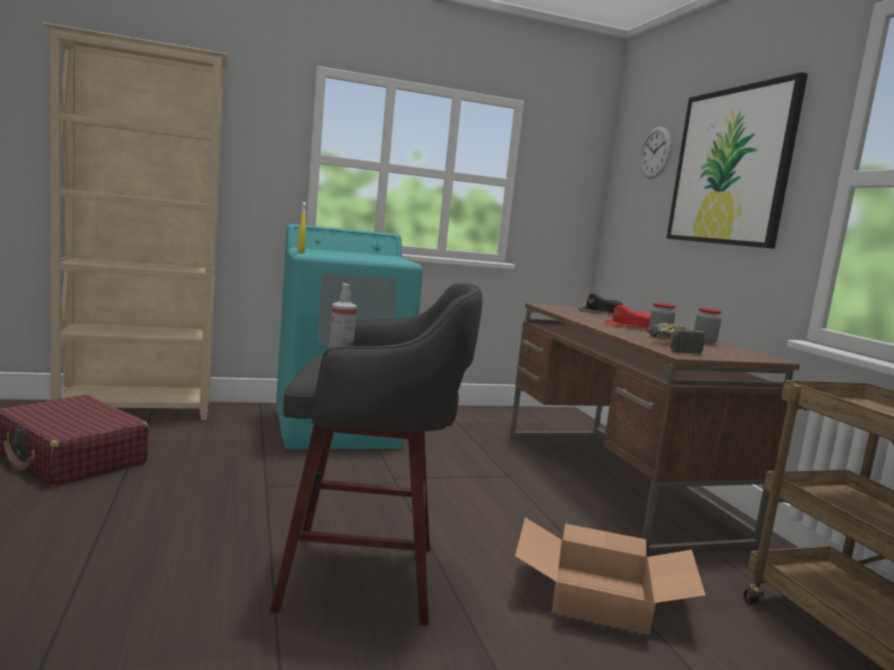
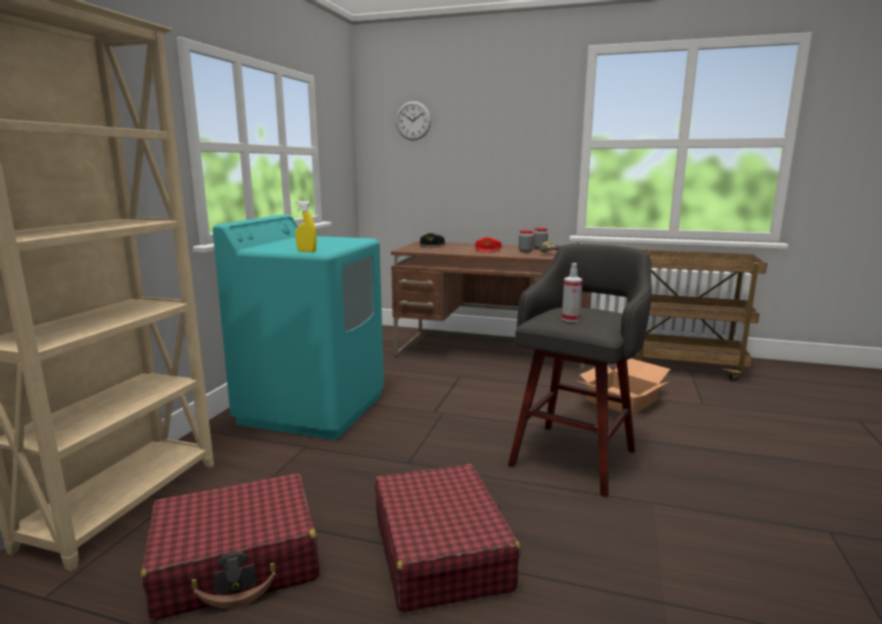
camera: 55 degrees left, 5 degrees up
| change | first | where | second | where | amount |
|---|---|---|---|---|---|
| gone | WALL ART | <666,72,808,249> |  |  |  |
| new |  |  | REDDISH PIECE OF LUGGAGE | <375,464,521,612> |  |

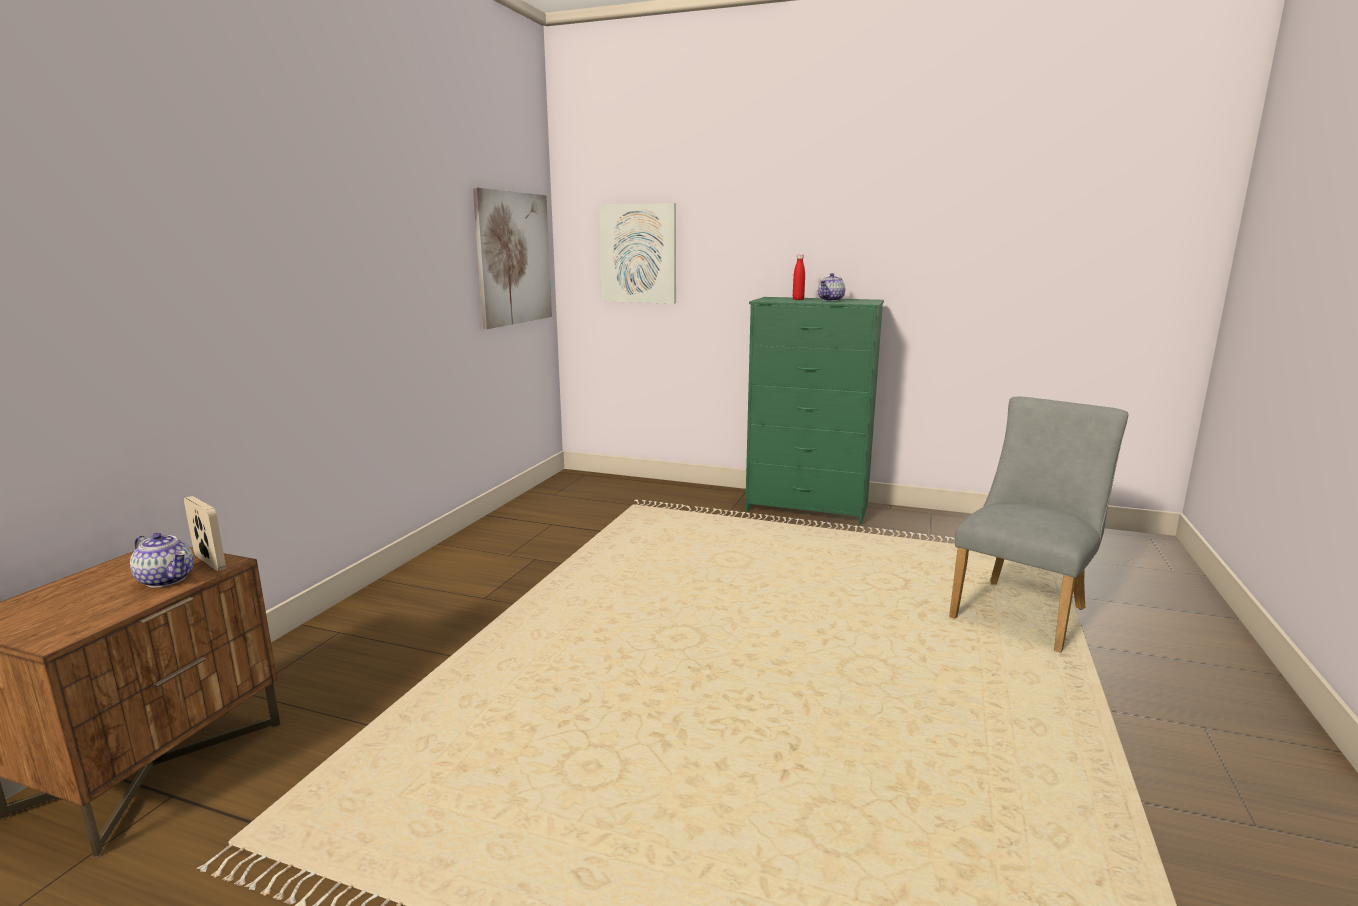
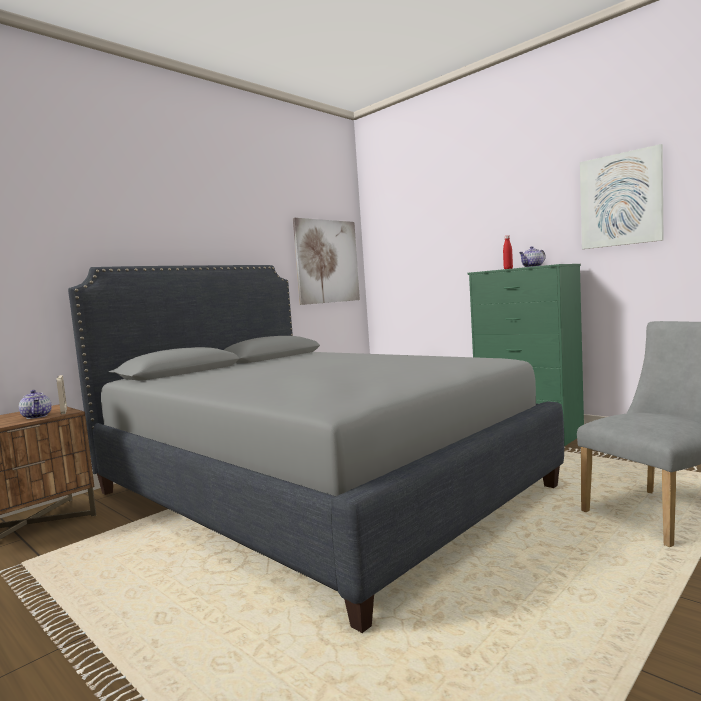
camera: 25 degrees right, 10 degrees down
| change | first | where | second | where | amount |
|---|---|---|---|---|---|
| shifted | WALL ART | <599,203,676,304> |  | <580,144,664,249> |  |
| new |  |  | GREYISH SLEEPING BED | <68,265,564,633> |  |

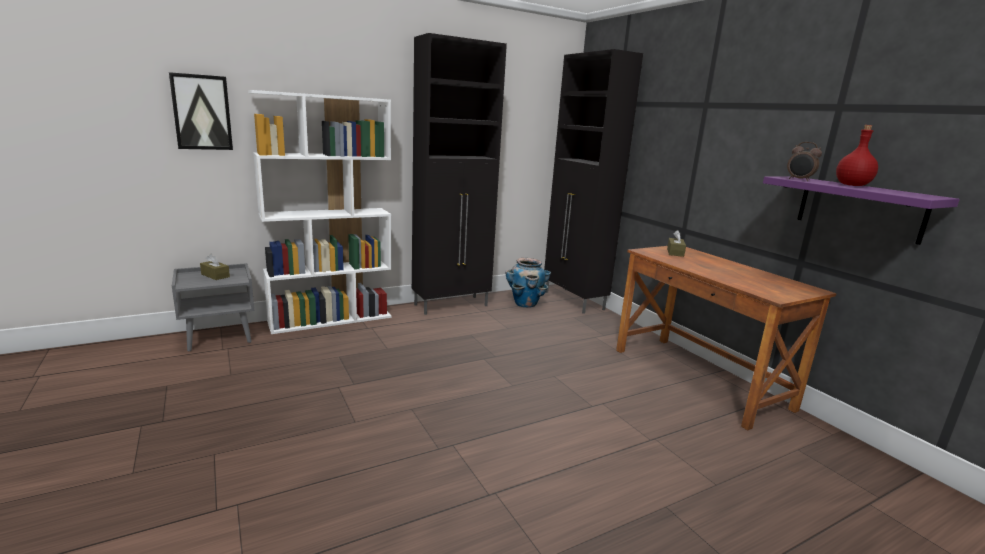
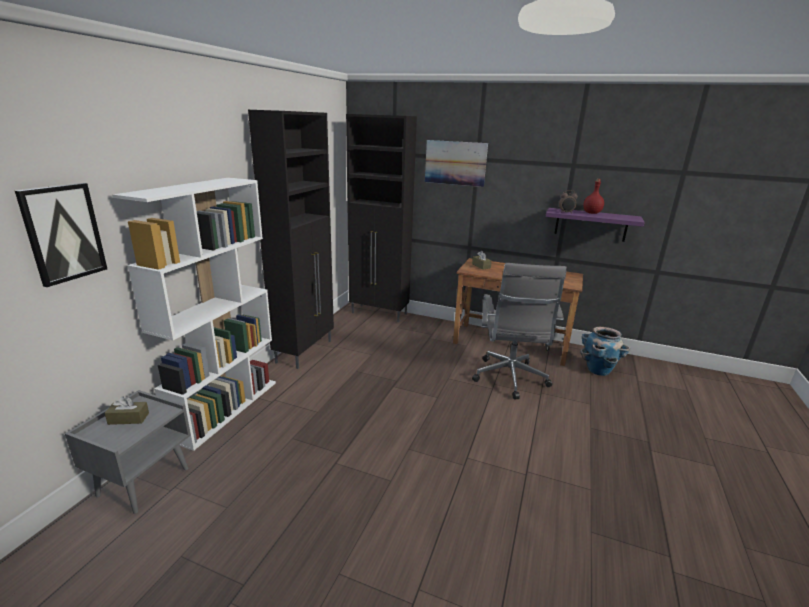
camera: 40 degrees left, 5 degrees up
| change | first | where | second | where | amount |
|---|---|---|---|---|---|
| shifted | PLANT POT | <505,258,551,308> |  | <580,327,630,376> |  |
| new |  |  | WALL ART | <425,140,488,187> |  |
| new |  |  | GREYISH COMPUTER CHAIR | <472,263,567,399> |  |

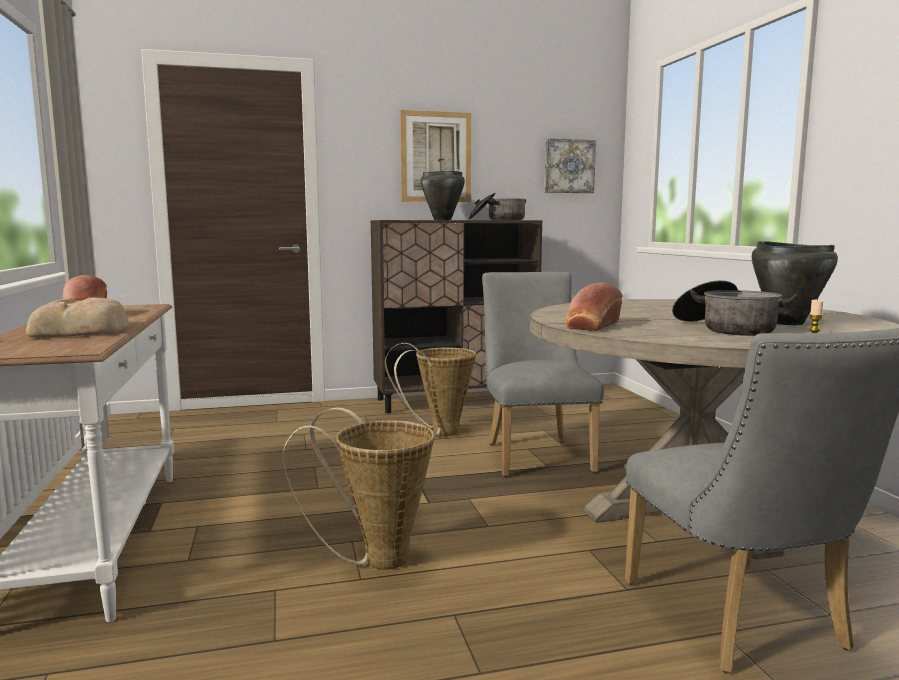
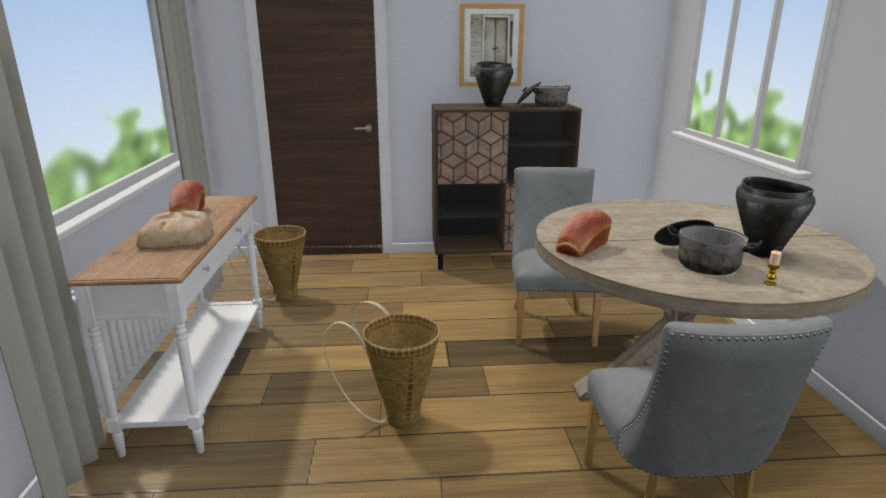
camera: 10 degrees right, 10 degrees up
| change | first | where | second | where | amount |
|---|---|---|---|---|---|
| shifted | BASKET | <385,343,476,436> |  | <228,222,306,301> |  |
| gone | WALL ART | <544,138,596,193> |  |  |  |

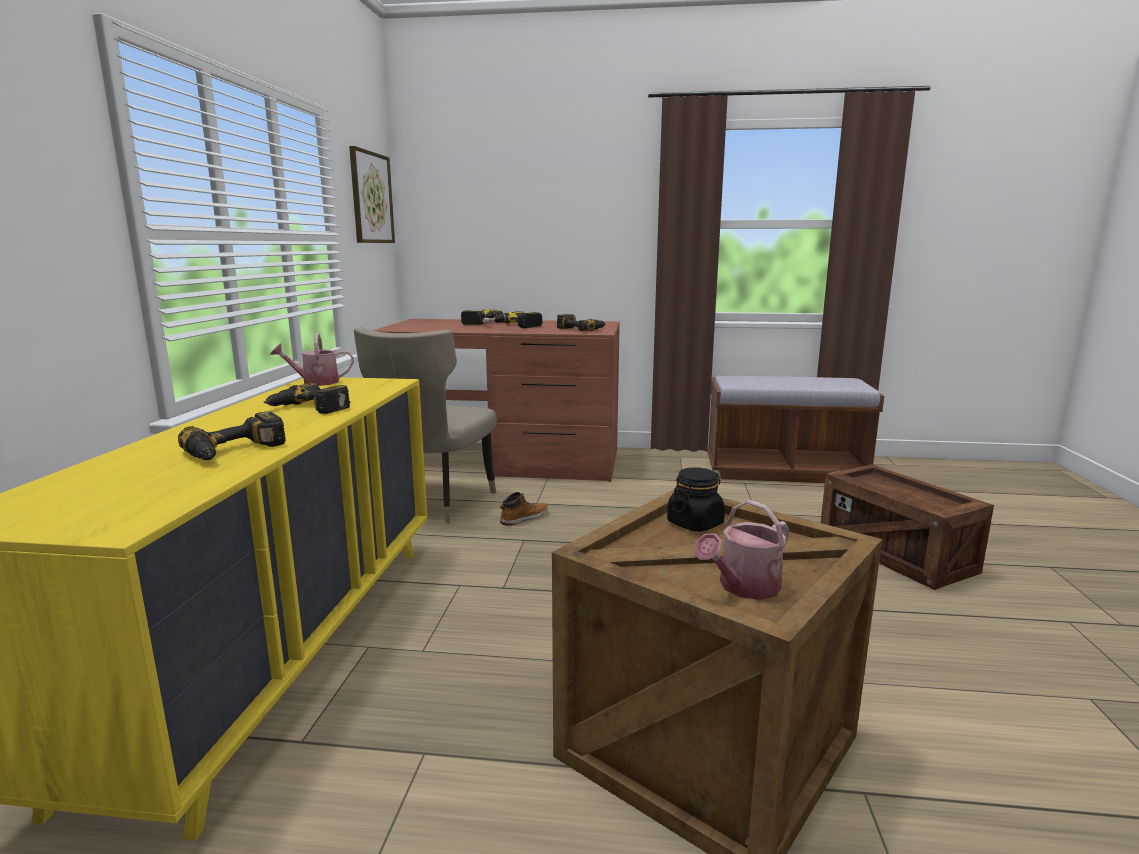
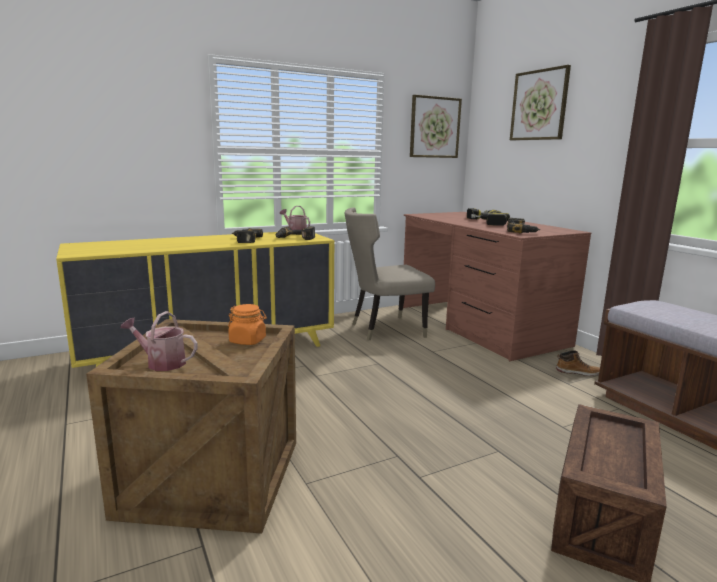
camera: 55 degrees right, 0 degrees up
| change | first | where | second | where | amount |
|---|---|---|---|---|---|
| shifted | DRILL | <178,411,286,460> |  | <276,226,315,240> |  |
| shifted | TALL BOOT | <500,492,548,526> |  | <556,350,600,376> |  |
| repainted | BLACKISH STORAGE JAR | <667,467,725,532> | ORANGE-COLOURED STORAGE JAR | <228,304,267,345> |  |
| new |  |  | WALL ART | <510,65,571,140> |  |

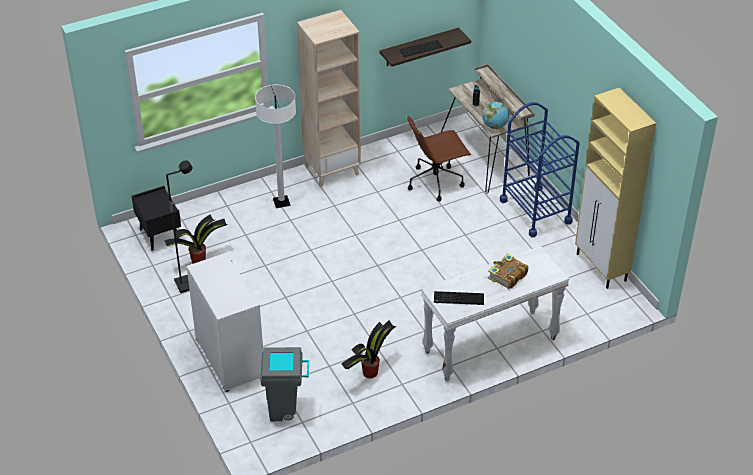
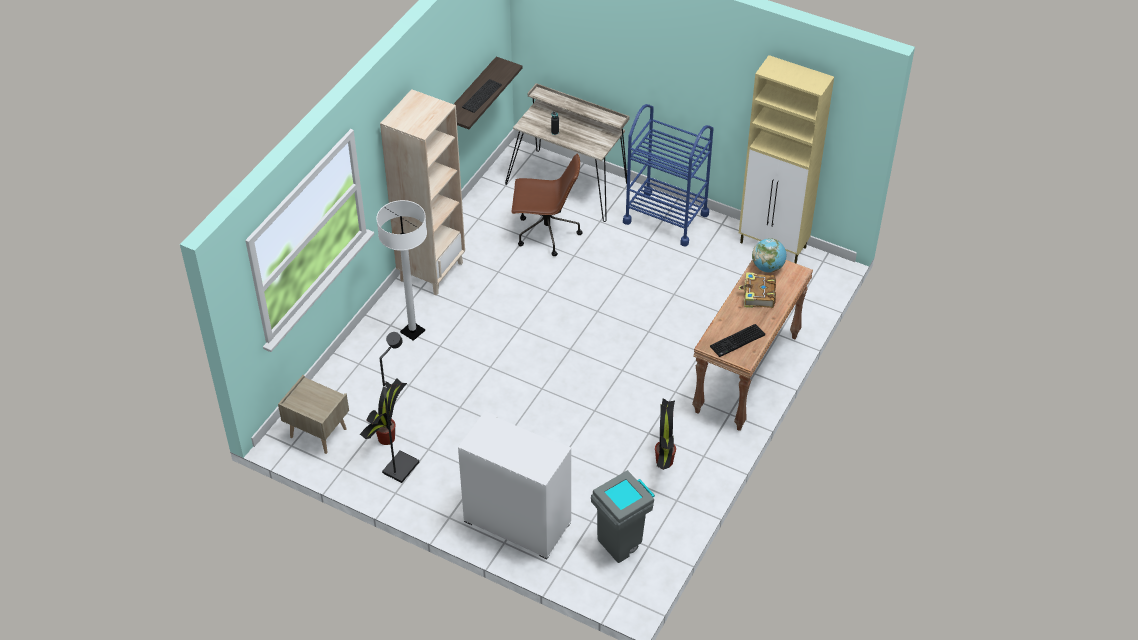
camera: 35 degrees left, 5 degrees up
| change | first | where | second | where | amount |
|---|---|---|---|---|---|
| repainted | BLACKISH NIGHT TABLE | <132,186,181,251> | BEIGE-COLOURED NIGHT TABLE | <278,375,349,454> |  |
| rotated | BROWN-COLOURED COMPUTER CHAIR | <407,116,471,202> |  | <512,153,583,256> | 120 degrees counterclockwise |
| repainted | WHITISH HALL TABLE | <421,246,569,381> | BROWN-COLOURED HALL TABLE | <692,259,813,431> |  |
| shifted | WORLD GLOBE | <482,102,509,129> |  | <752,238,786,272> |  |

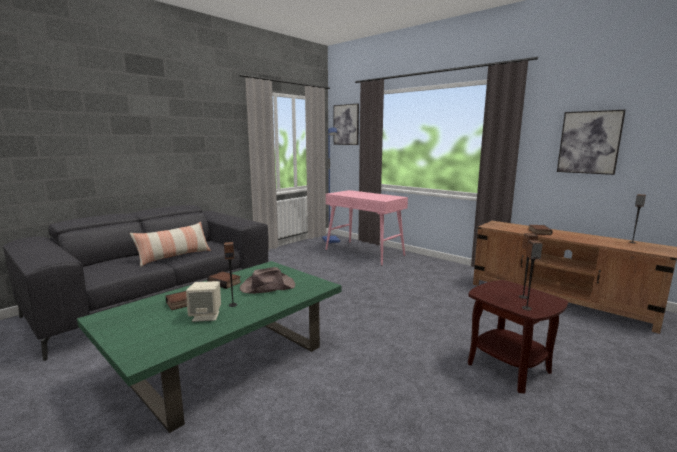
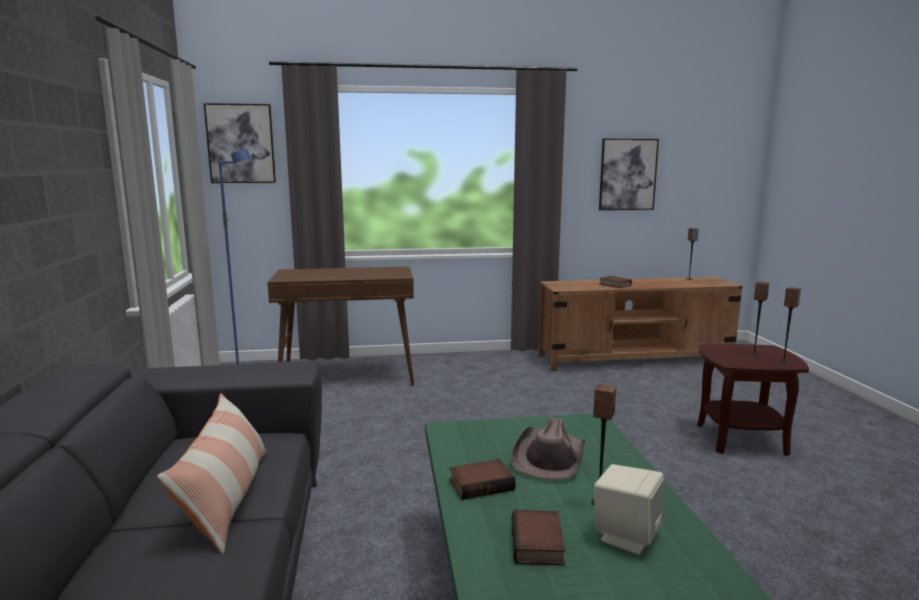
camera: 50 degrees left, 0 degrees up
| change | first | where | second | where | amount |
|---|---|---|---|---|---|
| repainted | PINK HALL TABLE | <325,190,408,265> | BROWN-COLOURED HALL TABLE | <267,266,414,386> |  |

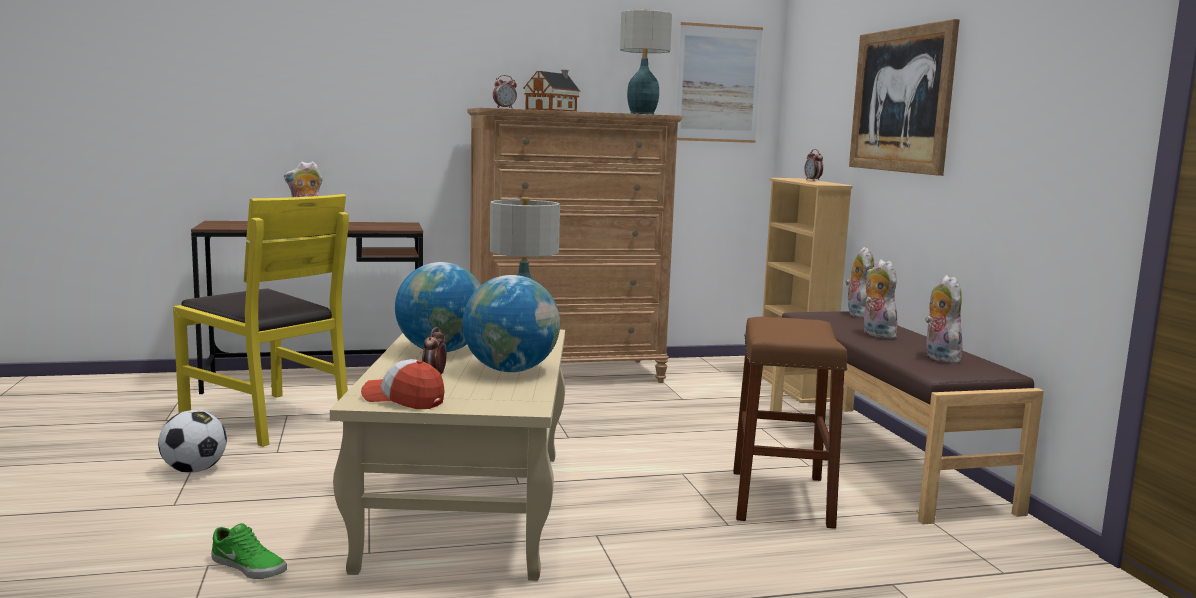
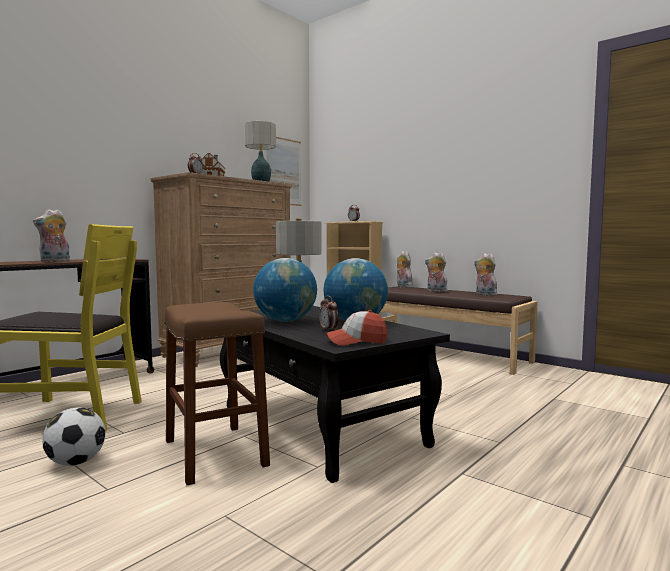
camera: 35 degrees left, 5 degrees down
| change | first | where | second | where | amount |
|---|---|---|---|---|---|
| gone | GREEN LOW SHOE | <211,523,287,579> |  |  |  |
| repainted | BEIGE-COLOURED LOUNGE TABLE | <330,330,565,581> | BLACKISH LOUNGE TABLE | <220,306,450,483> |  |
| shifted | BROWN-COLOURED SITTING STOOL | <733,317,848,529> |  | <164,302,270,485> |  |
| gone | WALL ART | <849,19,960,176> |  |  |  |

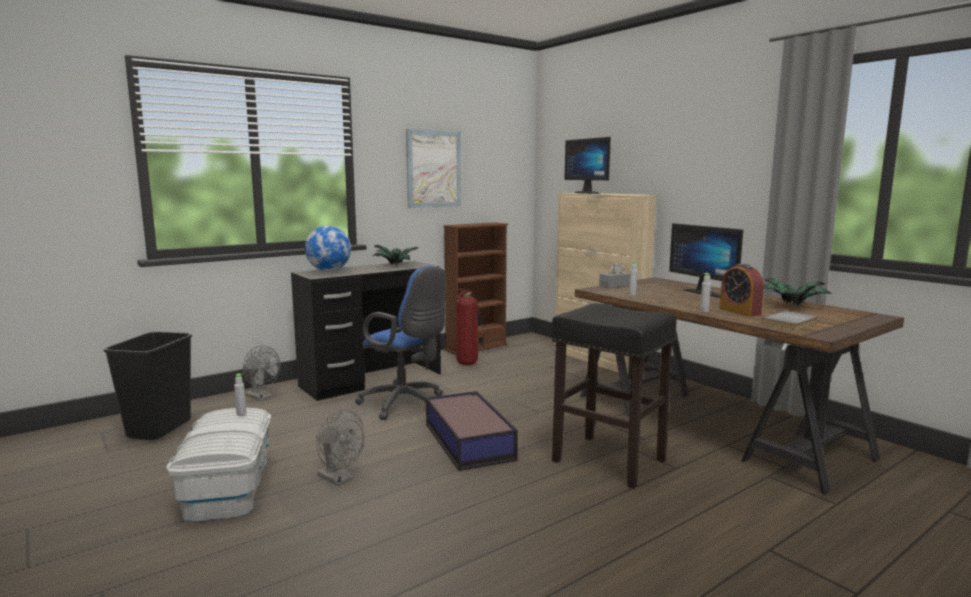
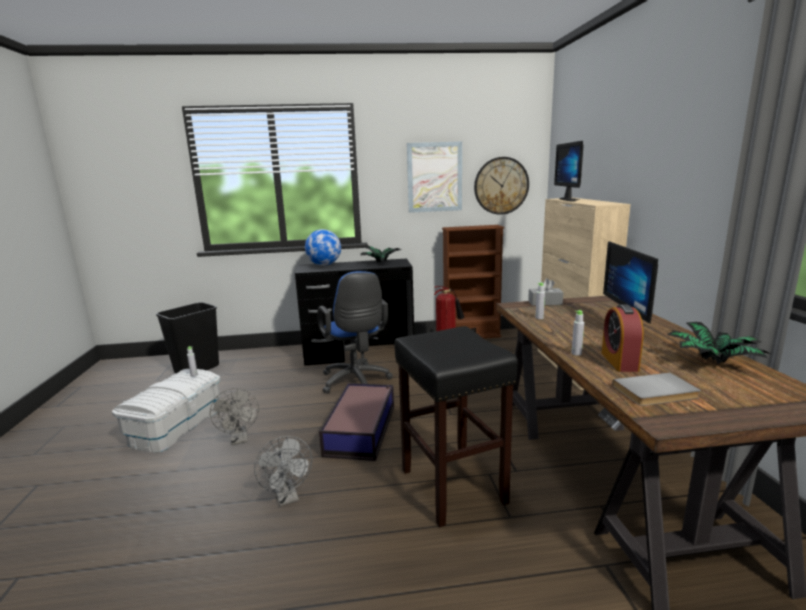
camera: 30 degrees right, 5 degrees up
| change | first | where | second | where | amount |
|---|---|---|---|---|---|
| shifted | GREYISH FAN | <243,345,280,401> |  | <254,436,312,507> |  |
| new |  |  | HANGING CLOCK | <474,157,529,215> |  |

